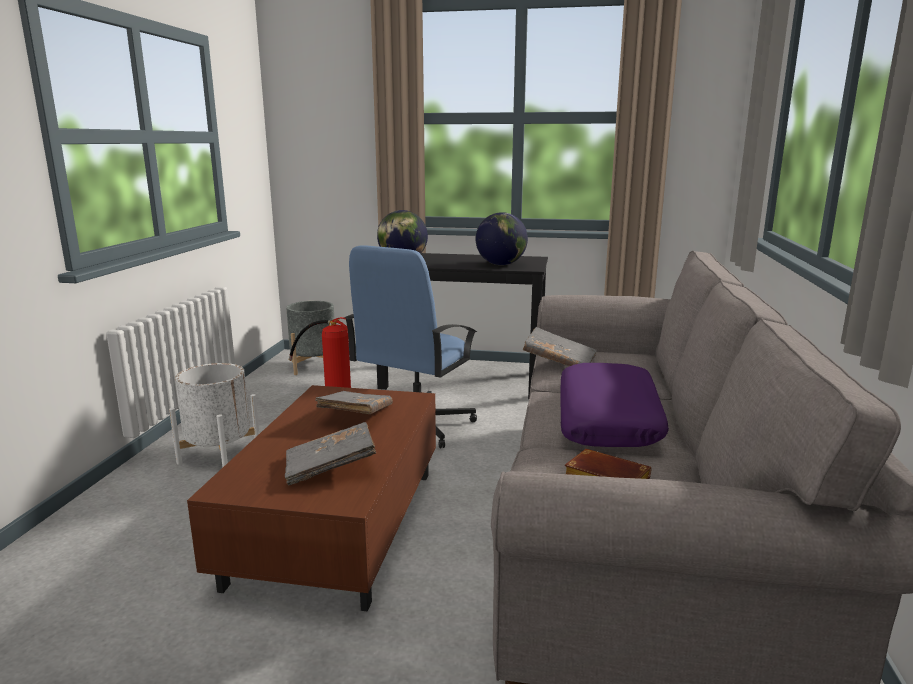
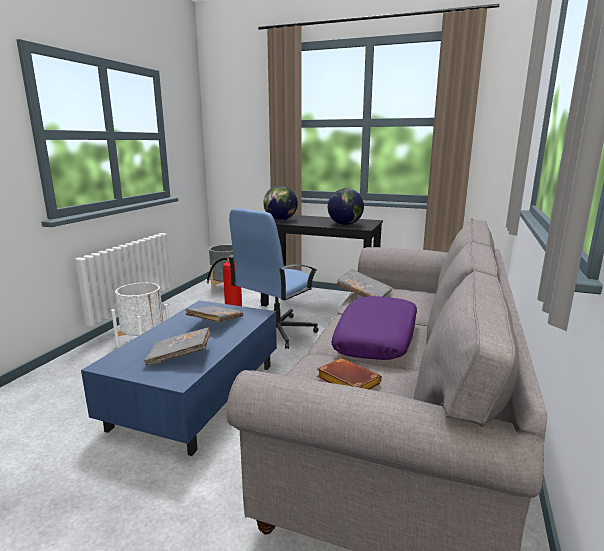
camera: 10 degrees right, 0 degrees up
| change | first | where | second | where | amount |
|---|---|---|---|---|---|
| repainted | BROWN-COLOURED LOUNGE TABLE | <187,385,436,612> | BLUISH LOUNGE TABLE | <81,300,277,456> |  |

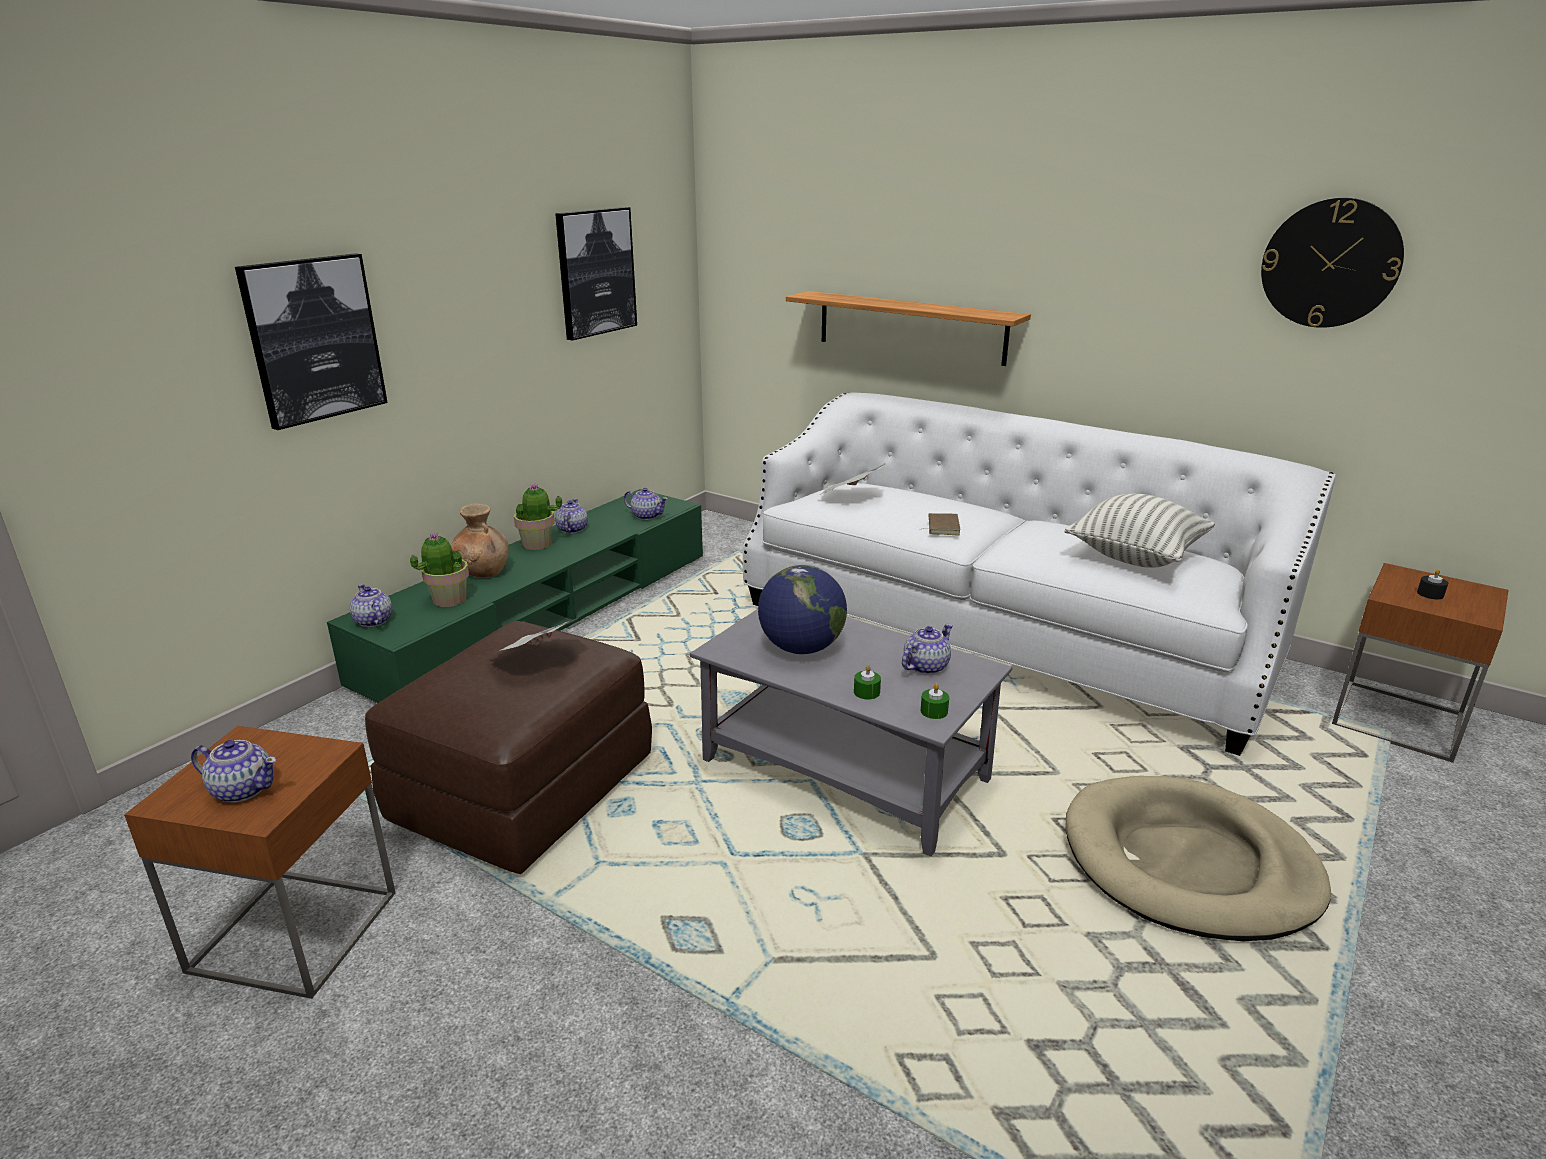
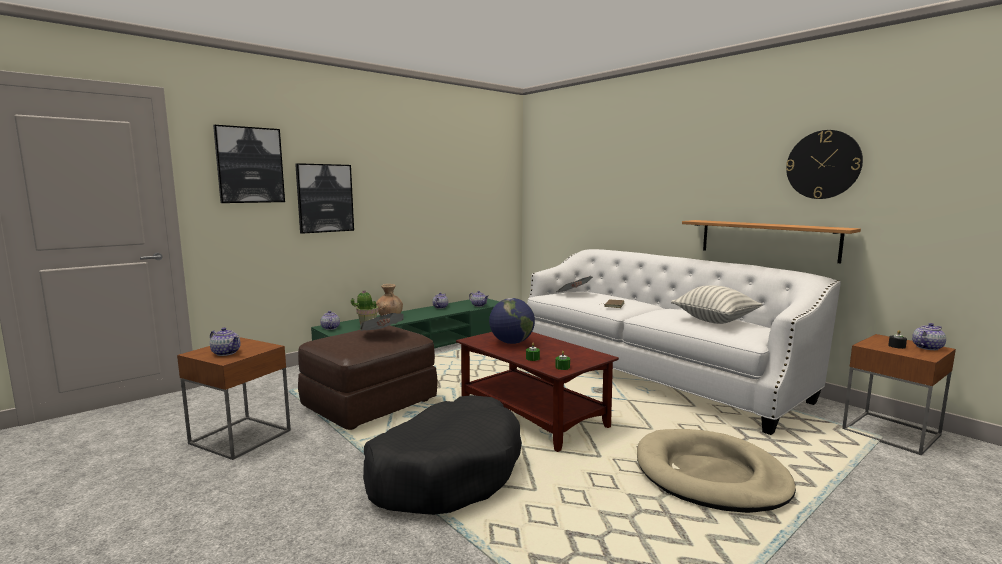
camera: 15 degrees right, 15 degrees down
| change | first | where | second | where | amount |
|---|---|---|---|---|---|
| gone | PLANT IN A POT | <514,484,562,550> |  |  |  |
| shifted | WALL ART | <555,207,637,341> |  | <213,125,285,203> |  |
| repainted | GREYISH LOUNGE TABLE | <690,609,1012,857> | BROWN-COLOURED LOUNGE TABLE | <456,332,619,452> |  |
| shifted | BRACKET SHELF | <786,291,1031,366> |  | <682,220,861,264> |  |
| shifted | POT FOR TEA | <902,624,953,675> |  | <912,323,946,350> |  |
| new |  |  | BLACKISH DOG BED | <363,395,522,515> |  |

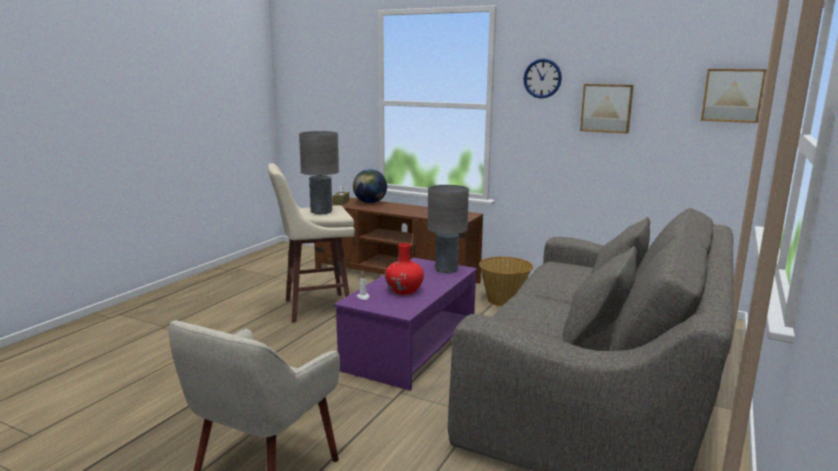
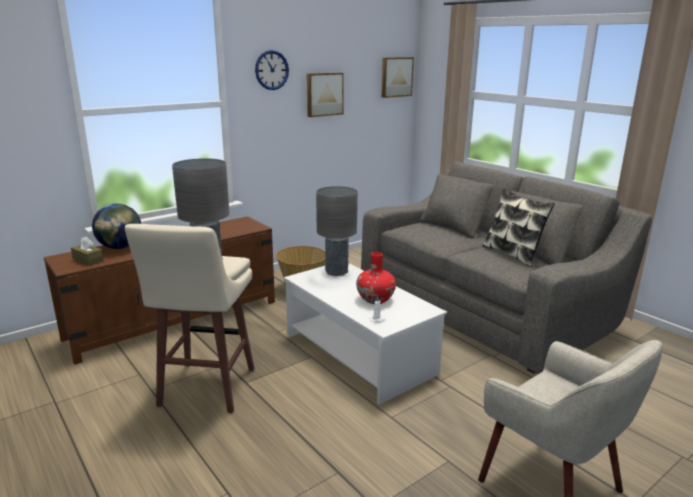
camera: 65 degrees left, 5 degrees up
| change | first | where | second | where | amount |
|---|---|---|---|---|---|
| repainted | PURPLE LOUNGE TABLE | <334,258,477,391> | WHITISH LOUNGE TABLE | <284,263,447,405> |  |
| new |  |  | PILLOW | <482,188,555,267> |  |

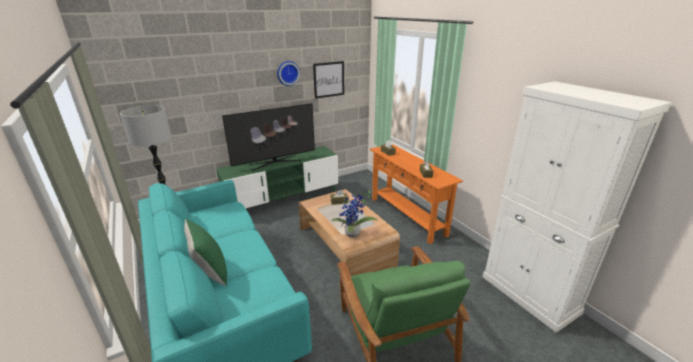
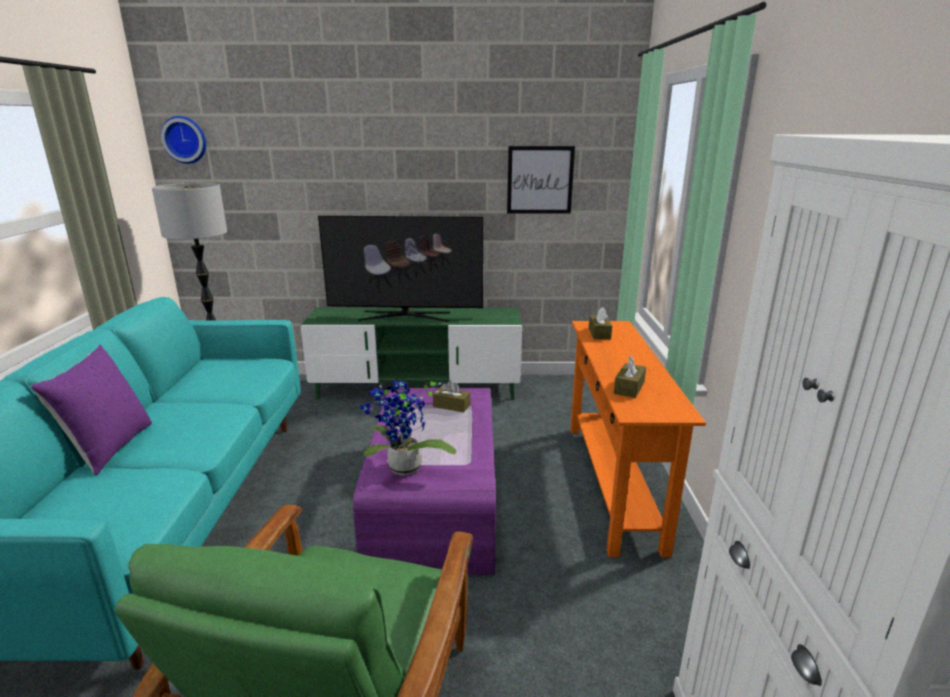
camera: 30 degrees right, 5 degrees down
| change | first | where | second | where | amount |
|---|---|---|---|---|---|
| repainted | GREEN PILLOW | <184,219,227,286> | PURPLE PILLOW | <30,345,152,475> |  |
| shifted | HANGING CLOCK | <277,61,300,86> |  | <161,116,206,164> |  |
| repainted | BROWN-COLOURED LOUNGE TABLE | <299,189,400,276> | PURPLE LOUNGE TABLE | <353,388,496,575> |  |

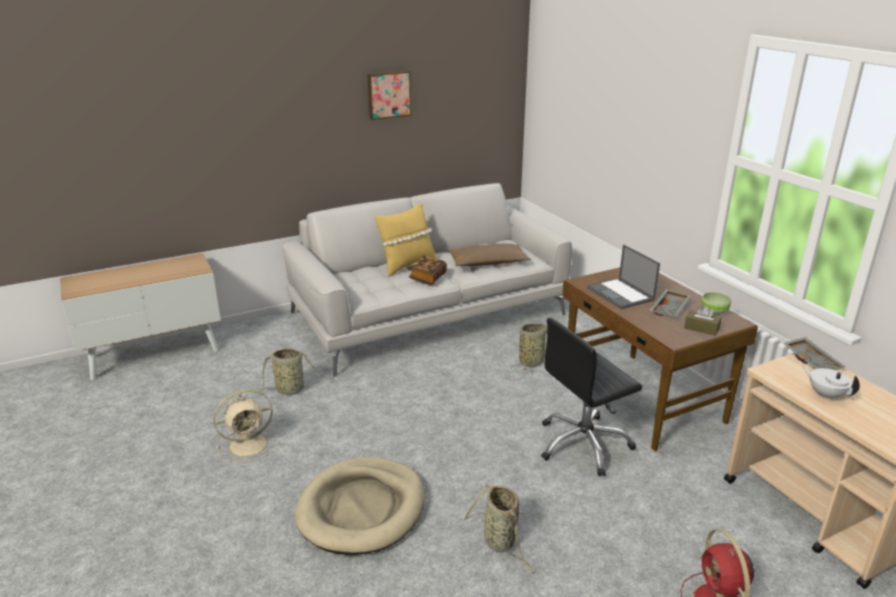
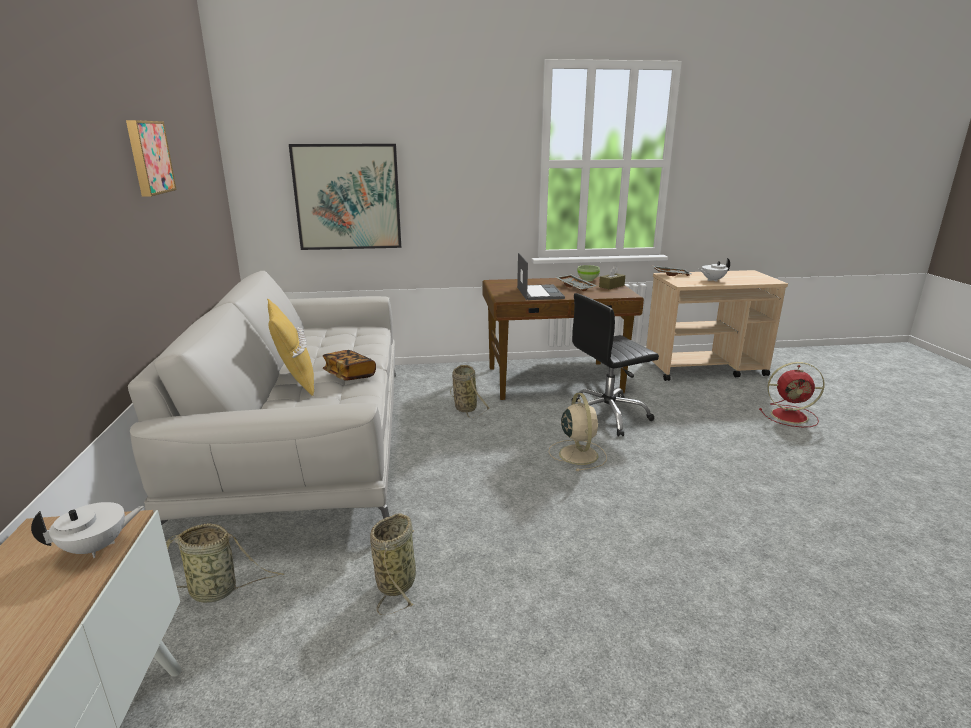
camera: 70 degrees left, 5 degrees down
| change | first | where | second | where | amount |
|---|---|---|---|---|---|
| shifted | BEIGE-COLOURED FAN | <214,390,278,463> |  | <549,393,607,471> |  |
| gone | BEIGE-COLOURED DOG BED | <295,457,424,555> |  |  |  |
| gone | BROWN-COLOURED PILLOW | <449,244,531,266> |  |  |  |
| shifted | BASKET | <463,483,536,574> |  | <166,523,284,603> |  |
| rotated | BLACKISH COMPUTER CHAIR | <541,318,642,476> |  | <572,293,659,437> | 75 degrees clockwise |
| rotated | LAPTOP | <587,244,660,309> |  | <517,253,565,300> | 90 degrees counterclockwise |
| new |  |  | WHITISH POT FOR TEA | <31,502,144,558> |  |
| new |  |  | WALL ART | <289,144,401,250> |  |

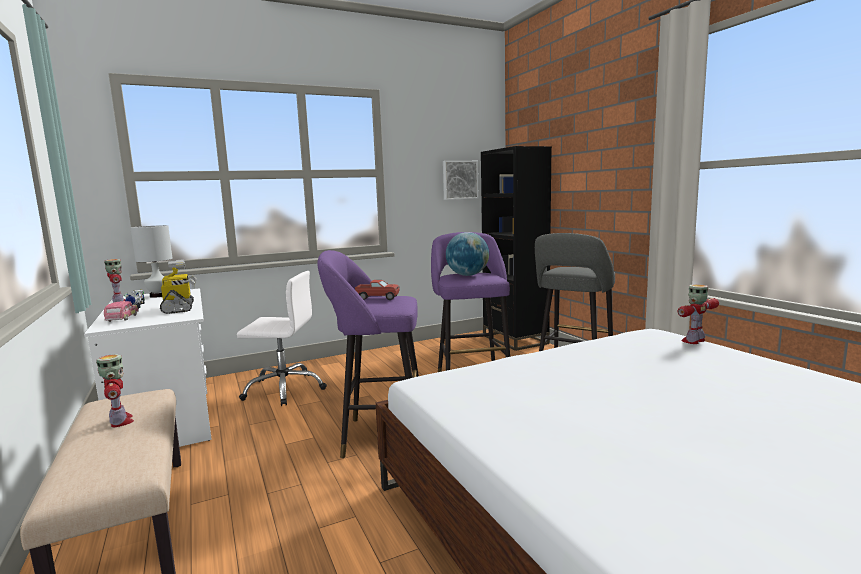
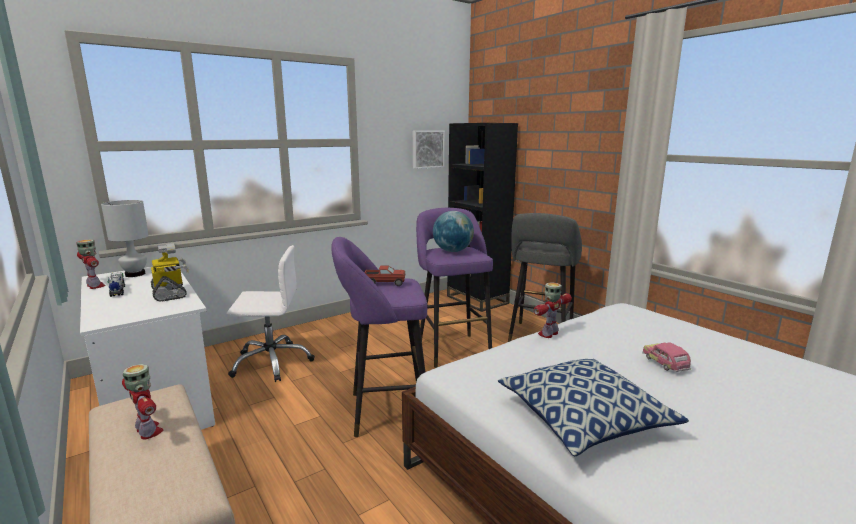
camera: 10 degrees left, 5 degrees up
| change | first | where | second | where | amount |
|---|---|---|---|---|---|
| shifted | MINIATURE CAR | <104,301,139,322> |  | <642,342,691,372> |  |
| shifted | TOY ROBOT | <678,284,719,344> |  | <534,282,572,338> |  |
| new |  |  | PILLOW | <498,359,689,456> |  |

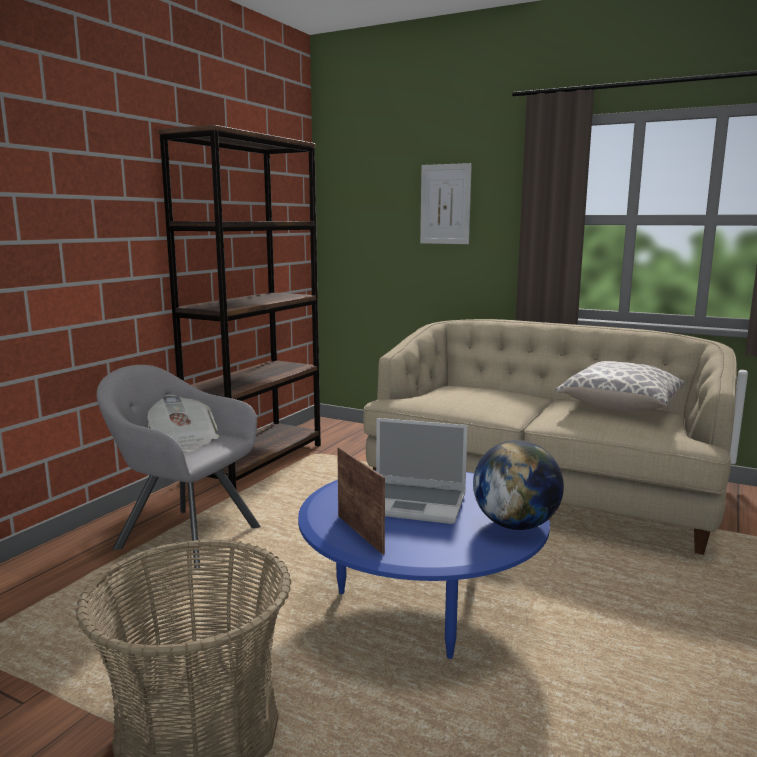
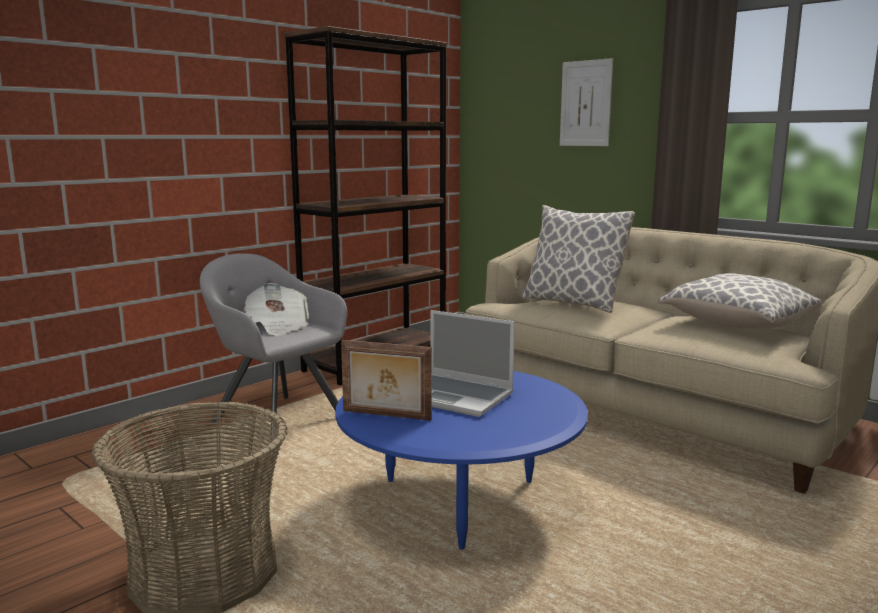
camera: 15 degrees right, 0 degrees up
| change | first | where | second | where | amount |
|---|---|---|---|---|---|
| rotated | PHOTO FRAME | <337,447,385,555> |  | <341,340,432,421> | 120 degrees clockwise |
| gone | WORLD GLOBE | <473,440,564,530> |  |  |  |
| new |  |  | PILLOW | <522,205,635,313> |  |

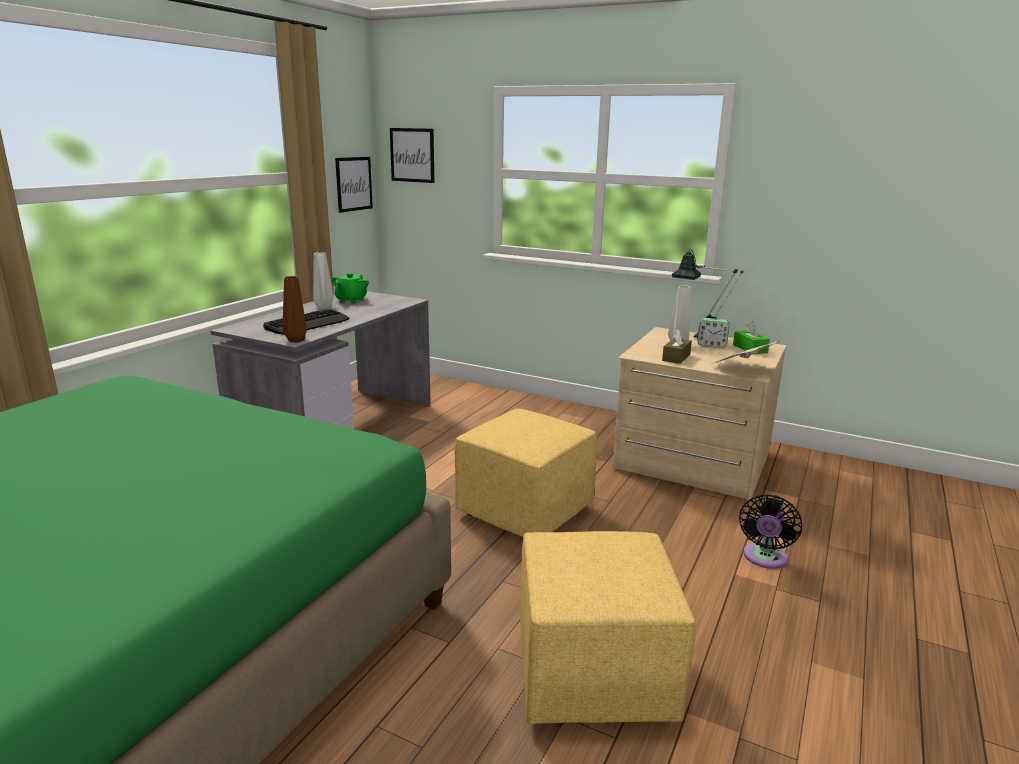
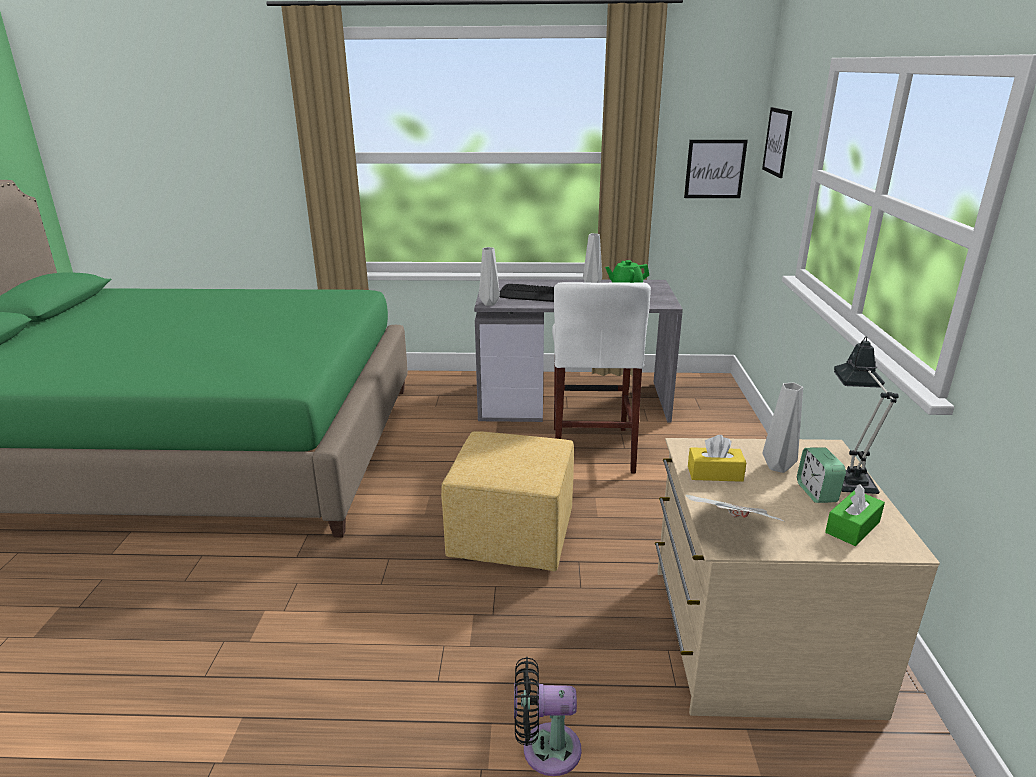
camera: 65 degrees right, 5 degrees up
| change | first | where | second | where | amount |
|---|---|---|---|---|---|
| repainted | BROWN-COLOURED DECORATIVE VASE | <283,276,307,342> | GREYISH DECORATIVE VASE | <479,247,500,306> |  |
| gone | YELLOWISH POUFFE | <520,531,696,724> |  |  |  |
| repainted | BROWN-COLOURED BOX OF TISSUES | <662,329,692,364> | YELLOWISH BOX OF TISSUES | <688,435,746,482> |  |
| new |  |  | WHITISH SITTING STOOL | <552,282,651,473> |  |

